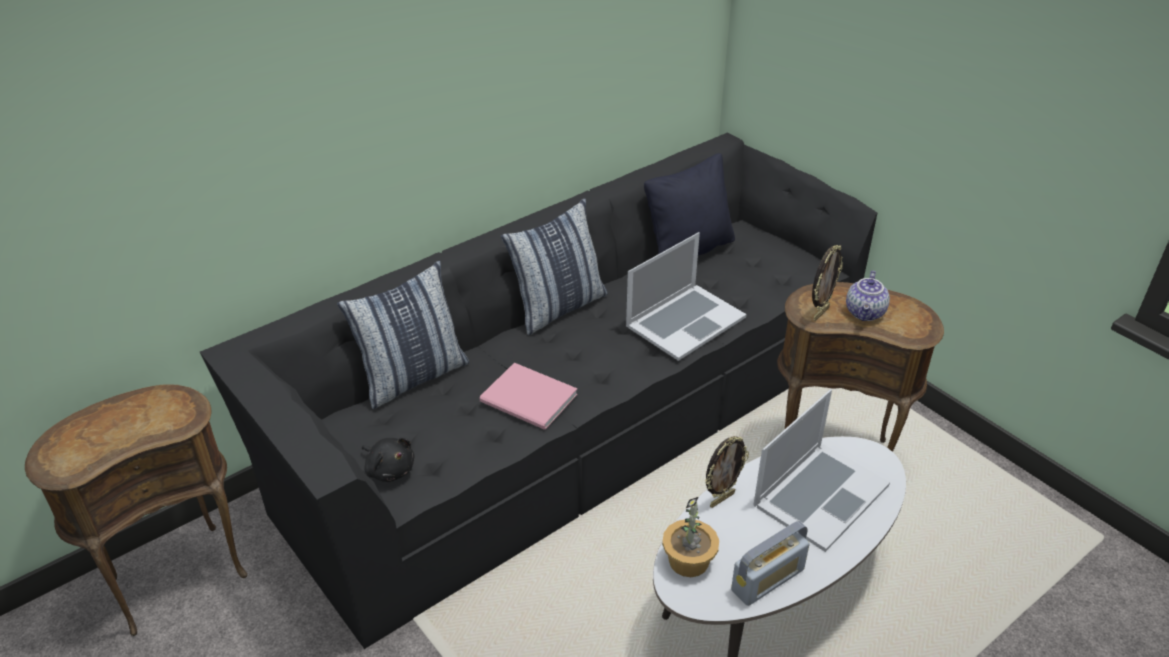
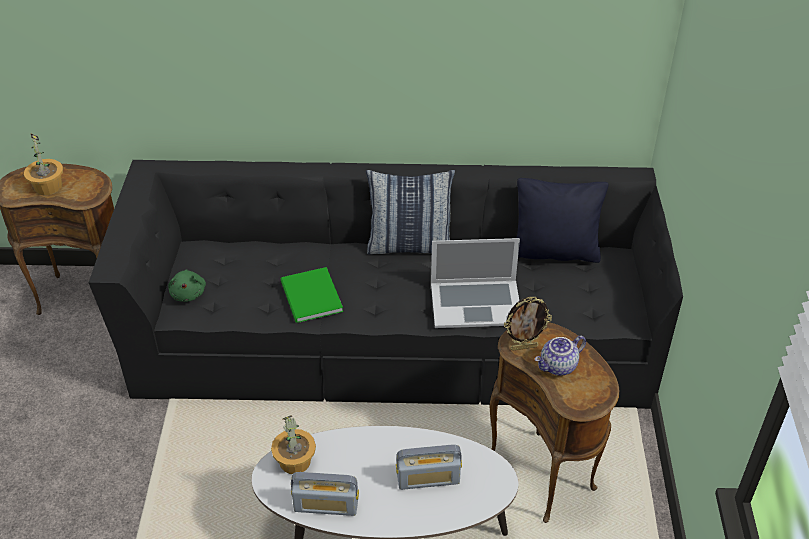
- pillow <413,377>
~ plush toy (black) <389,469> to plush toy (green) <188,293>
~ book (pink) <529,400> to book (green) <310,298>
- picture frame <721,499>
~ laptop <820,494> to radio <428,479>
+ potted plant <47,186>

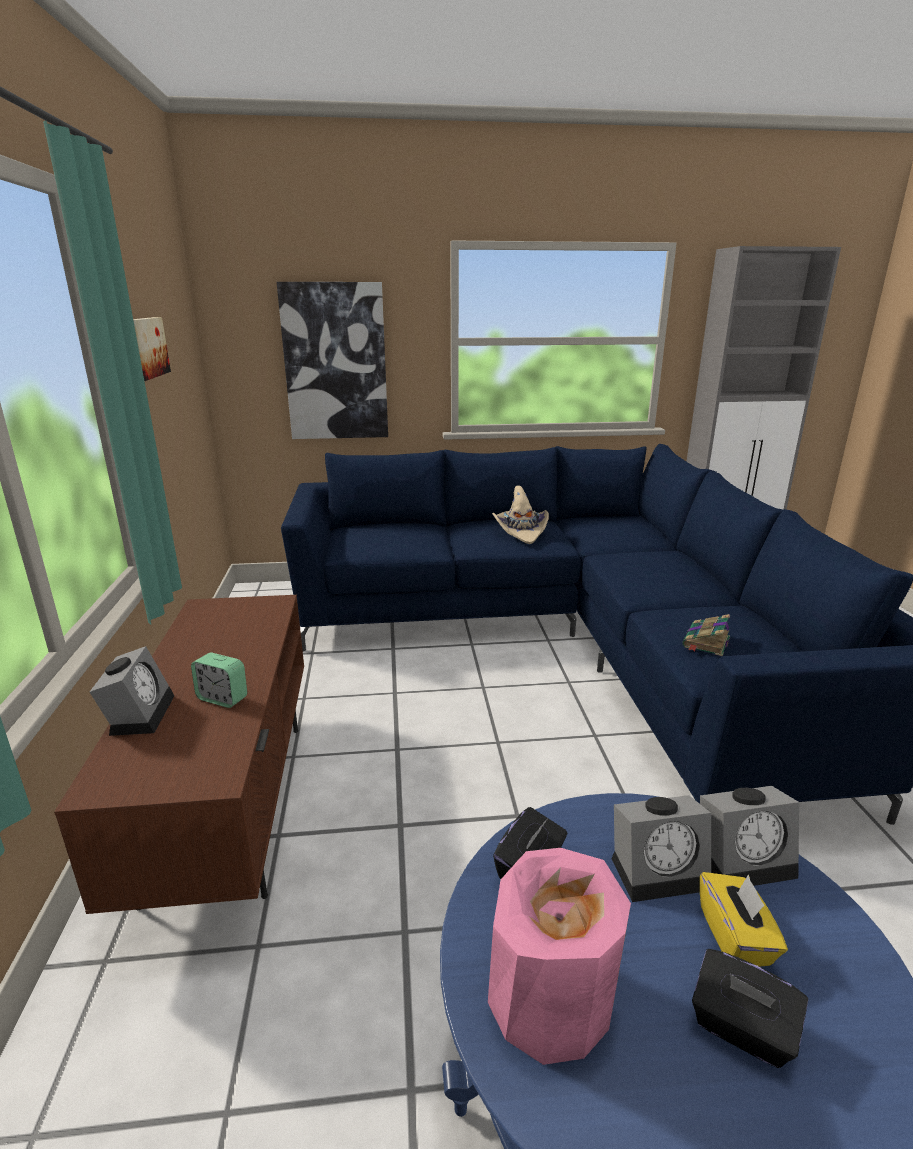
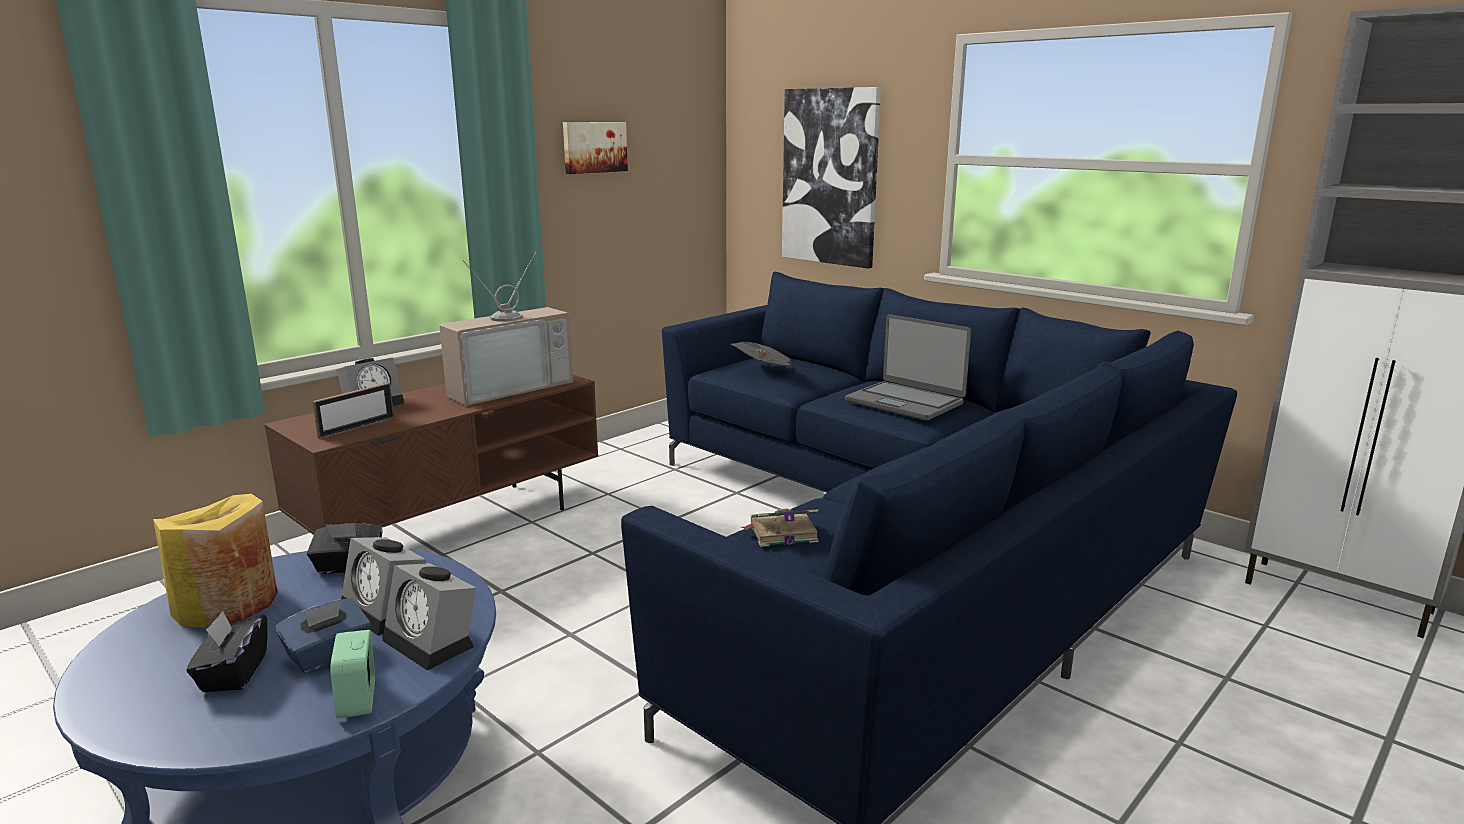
~ alarm clock <222,698> to <358,700>
~ vase (pink) <551,997> to vase (yellow) <226,604>
~ hat (beige) <521,531> to laptop <905,402>
~ tissue box (yellow) <735,937> to tissue box (blue) <328,655>
+ picture frame <357,427>
+ television <508,387>
+ newspaper <764,370>

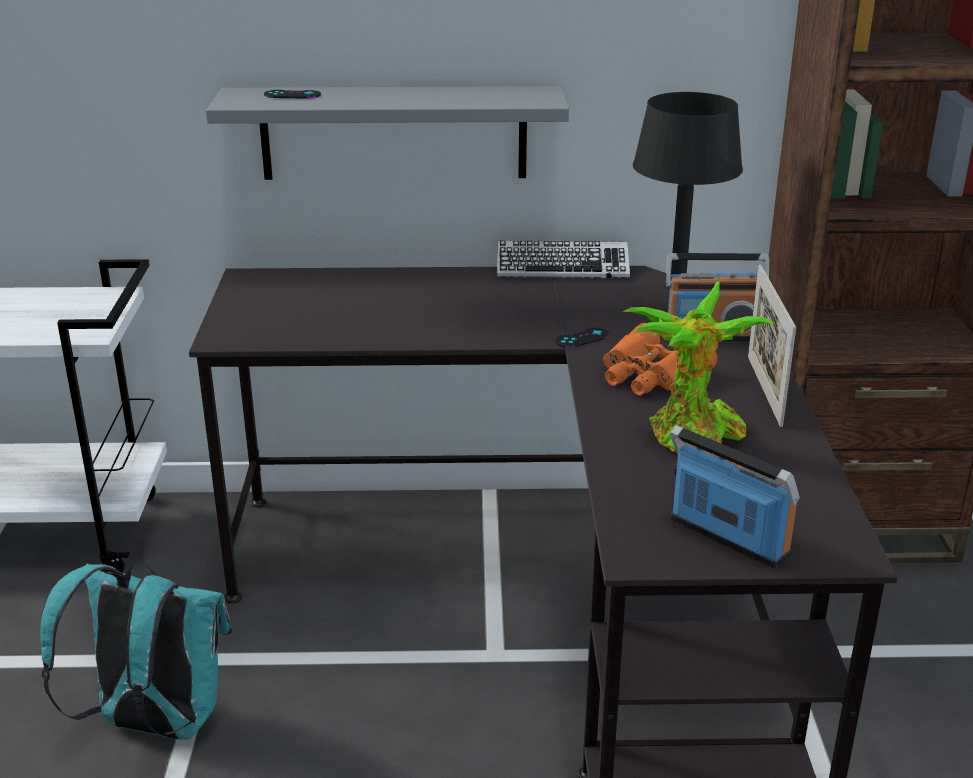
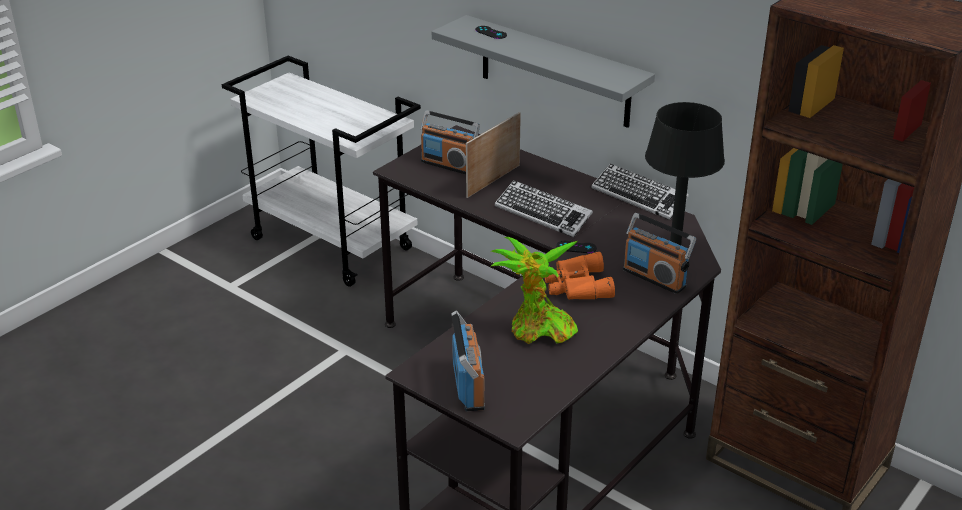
- backpack (turquoise) <154,724>
~ picture frame <764,390> to <493,181>
+ radio <449,165>
+ keyboard <543,214>

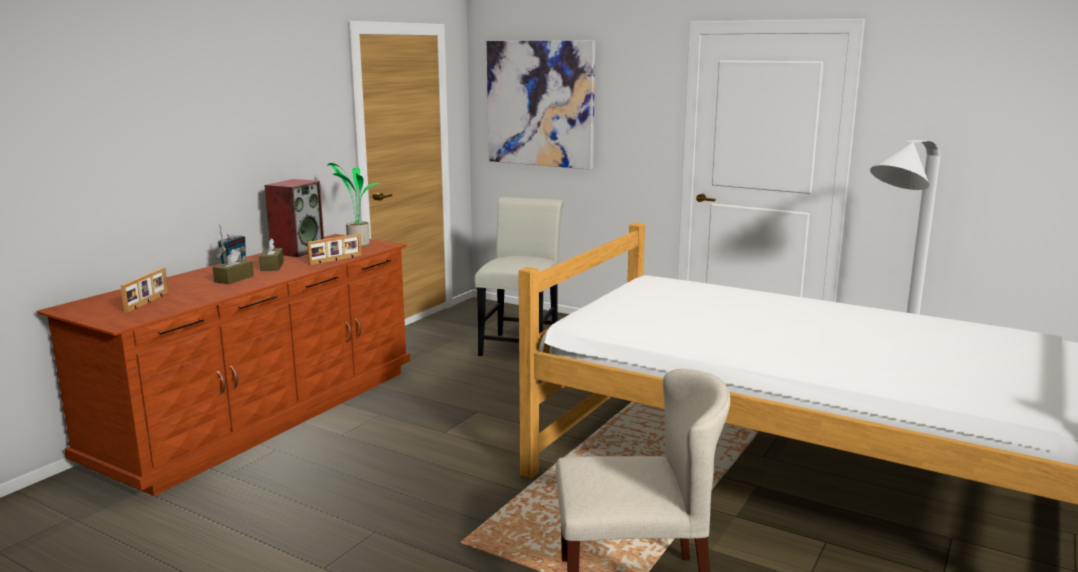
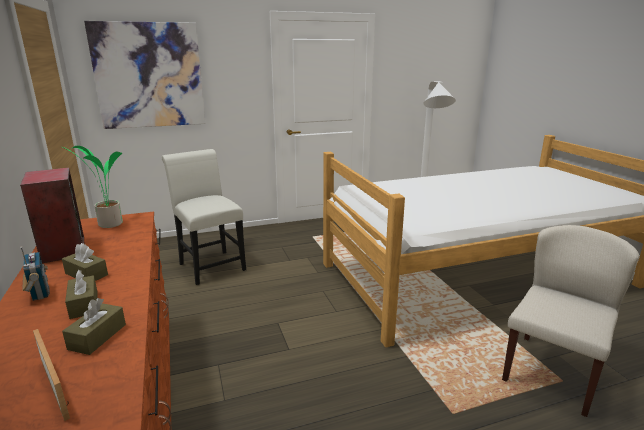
- picture frame <336,260>
+ tissue box (brown) <97,337>

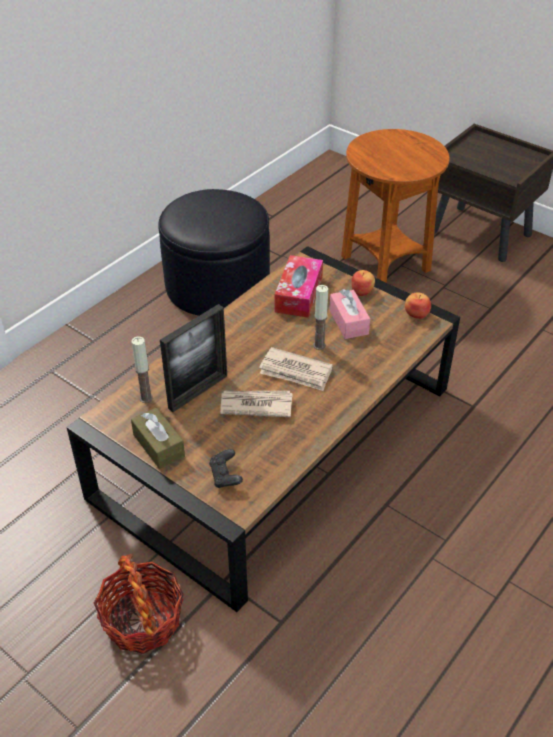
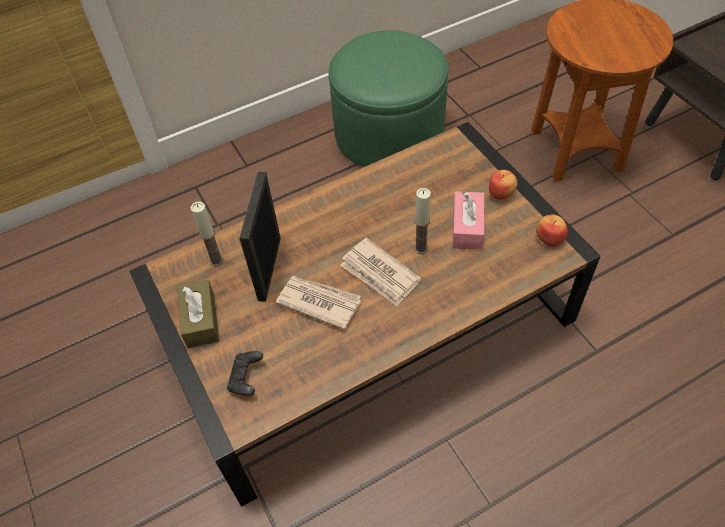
- basket <142,620>
~ ottoman (black) <217,285> to ottoman (green) <389,133>
~ picture frame <198,392> = <269,268> 120 degrees clockwise
- tissue box <298,294>

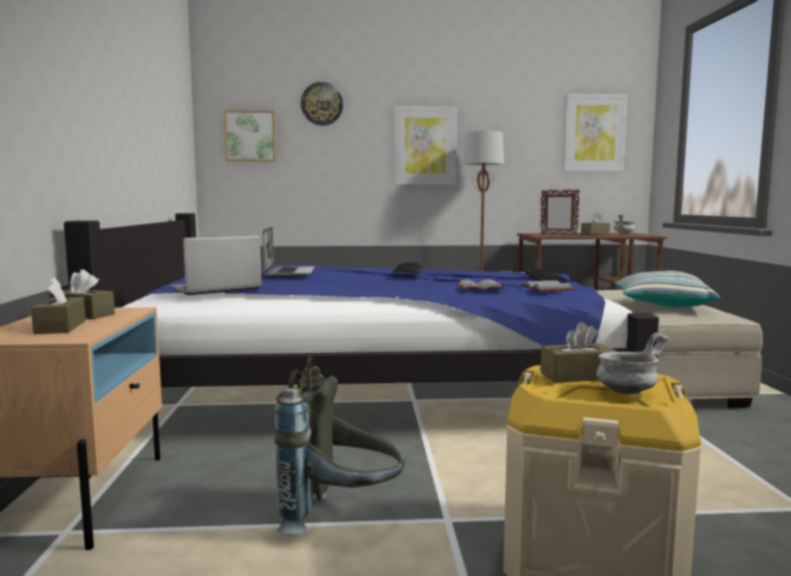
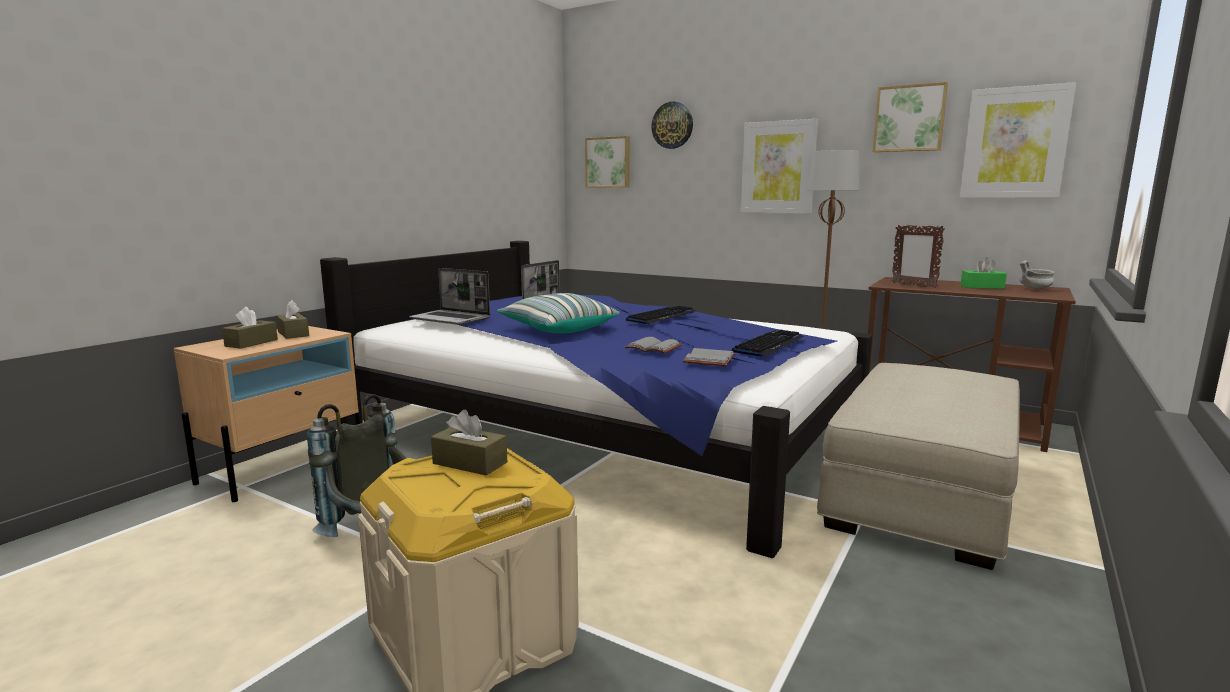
~ laptop <215,289> = <451,319> 150 degrees counterclockwise
~ tissue box (brown) <595,234> to tissue box (green) <982,287>
- bowl (grey) <627,392>
~ pillow <661,305> to <557,329>
+ picture <909,118>

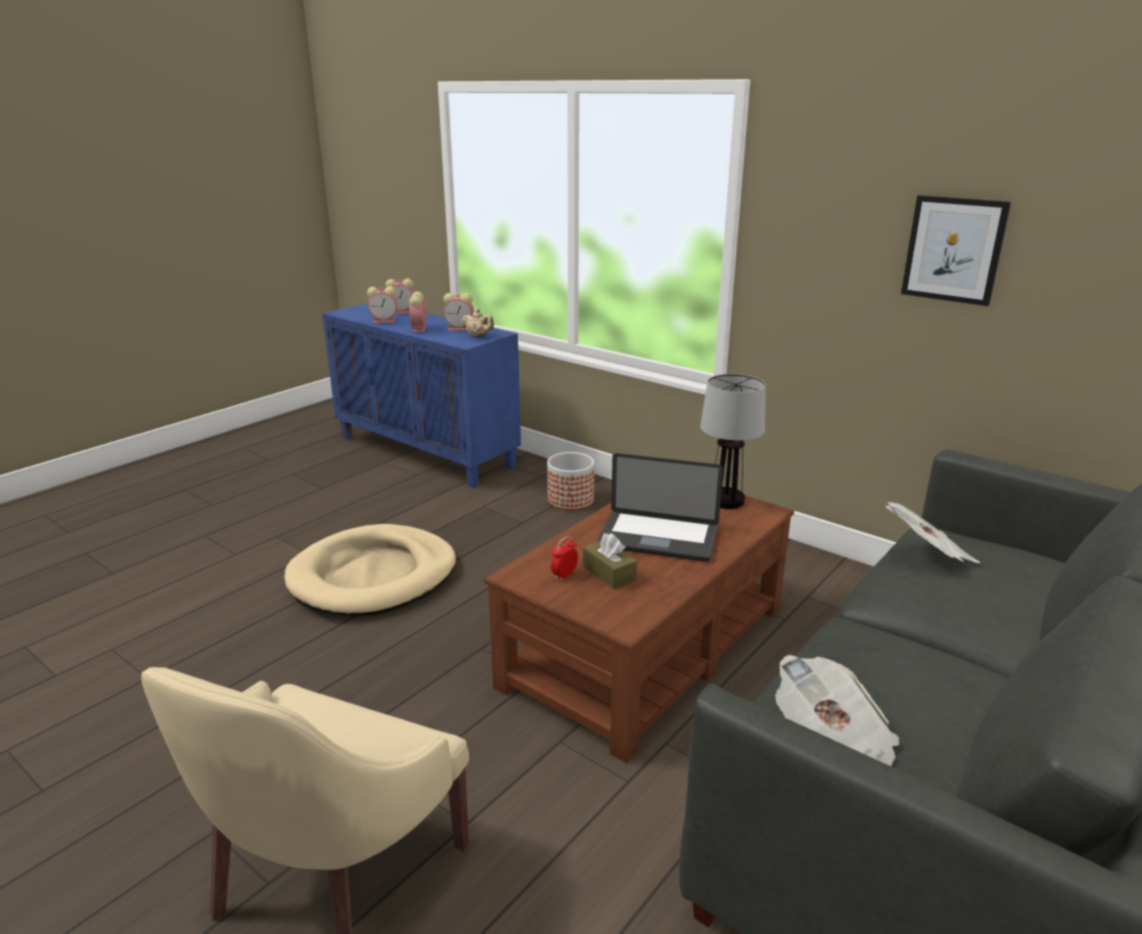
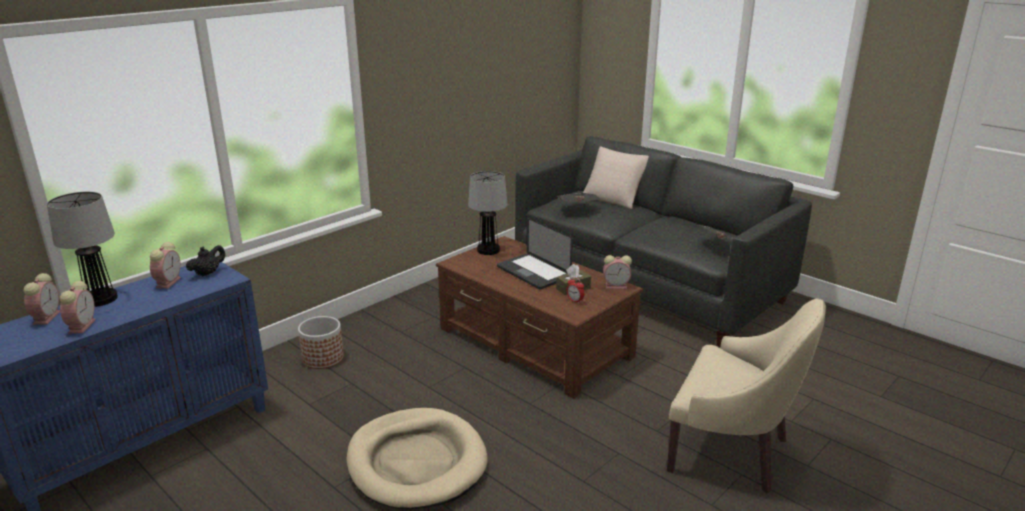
~ alarm clock <419,329> to <617,286>
~ teapot (beige) <478,336> to teapot (black) <208,273>
~ laptop <658,538> = <533,272> 120 degrees clockwise
- picture <953,250>
+ table lamp <99,299>
+ pillow (beige) <614,199>

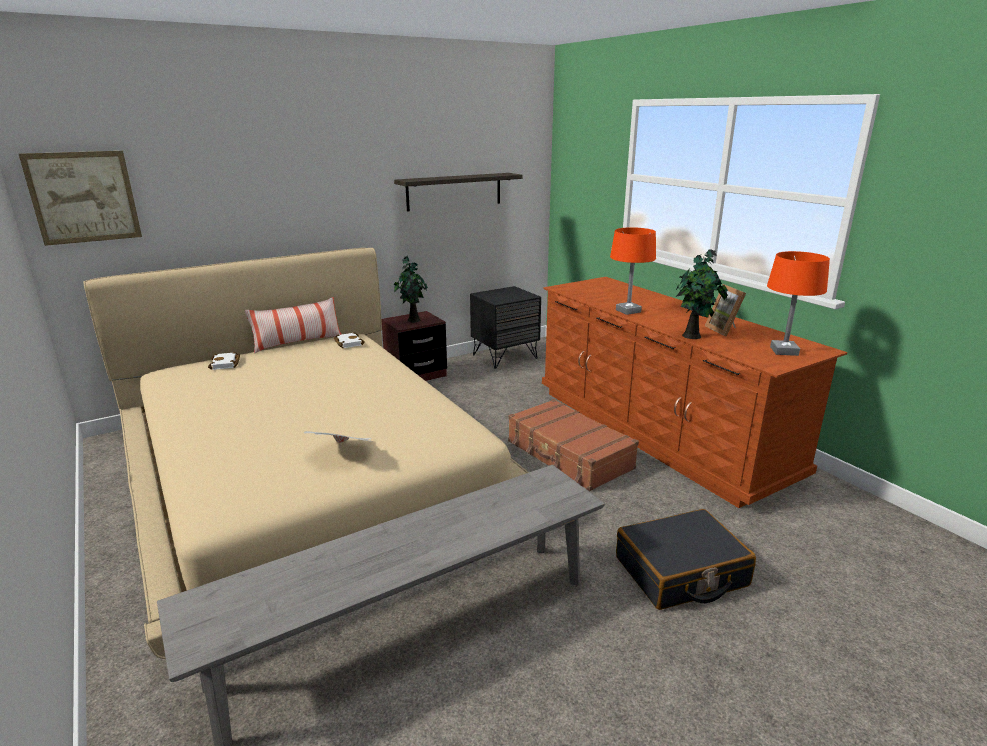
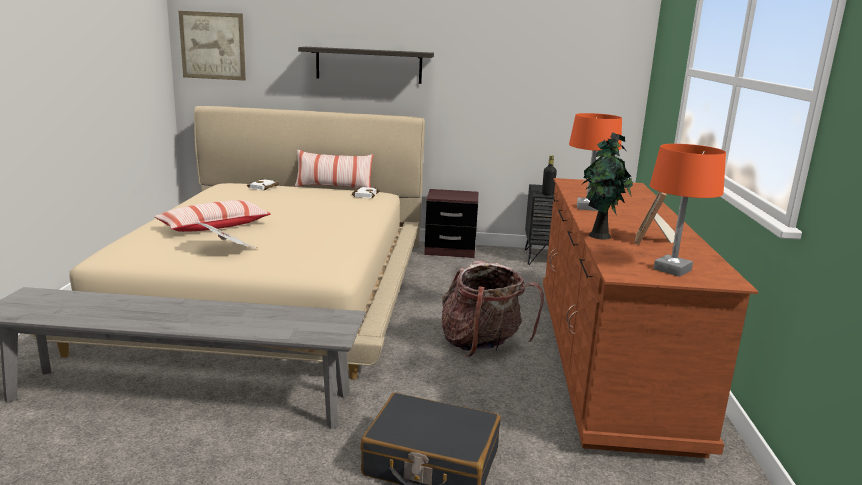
- potted plant <412,320>
~ shelf <454,191> to <369,65>
~ suitcase (brown) <568,455> to backpack <482,345>
+ pillow <214,226>
+ bottle (black) <547,194>

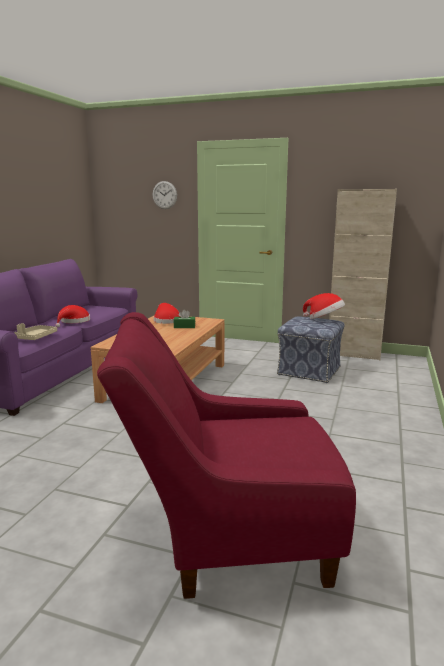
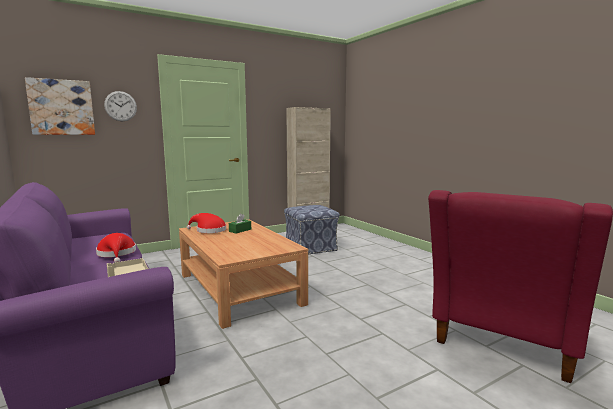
- hat <324,319>
+ picture <61,107>

